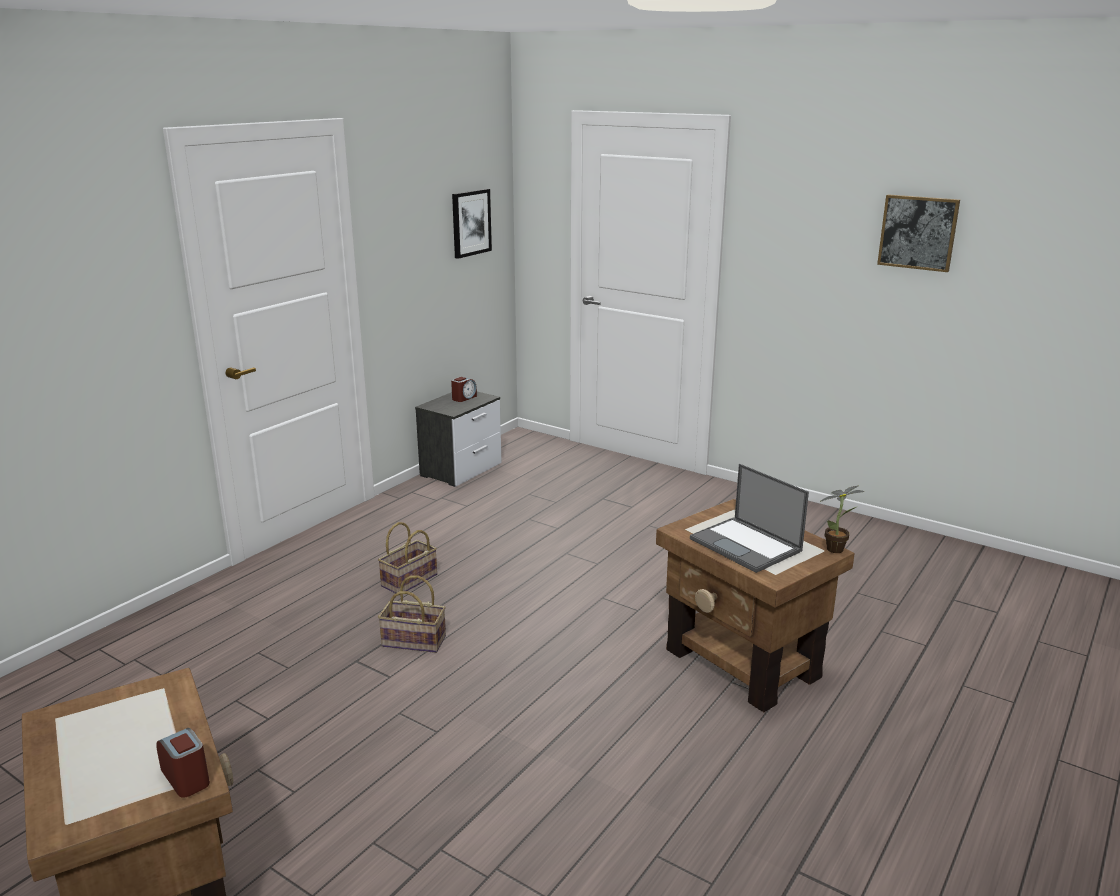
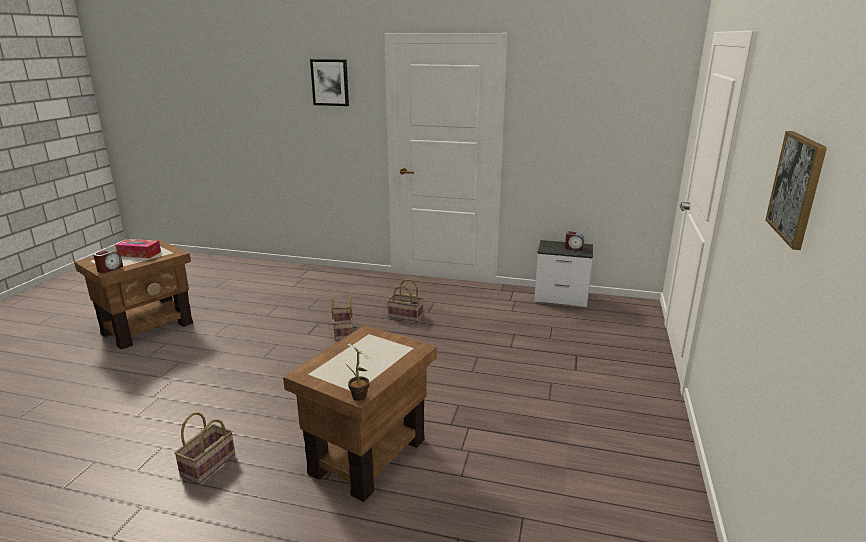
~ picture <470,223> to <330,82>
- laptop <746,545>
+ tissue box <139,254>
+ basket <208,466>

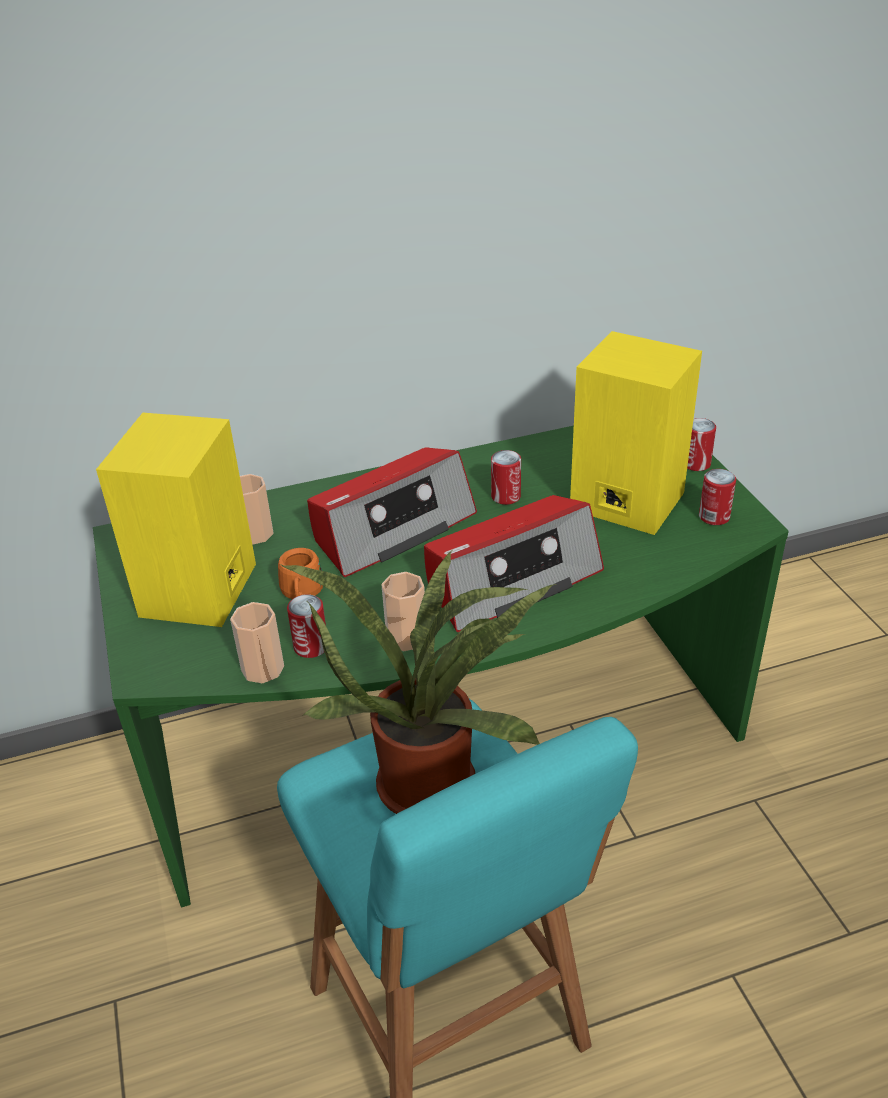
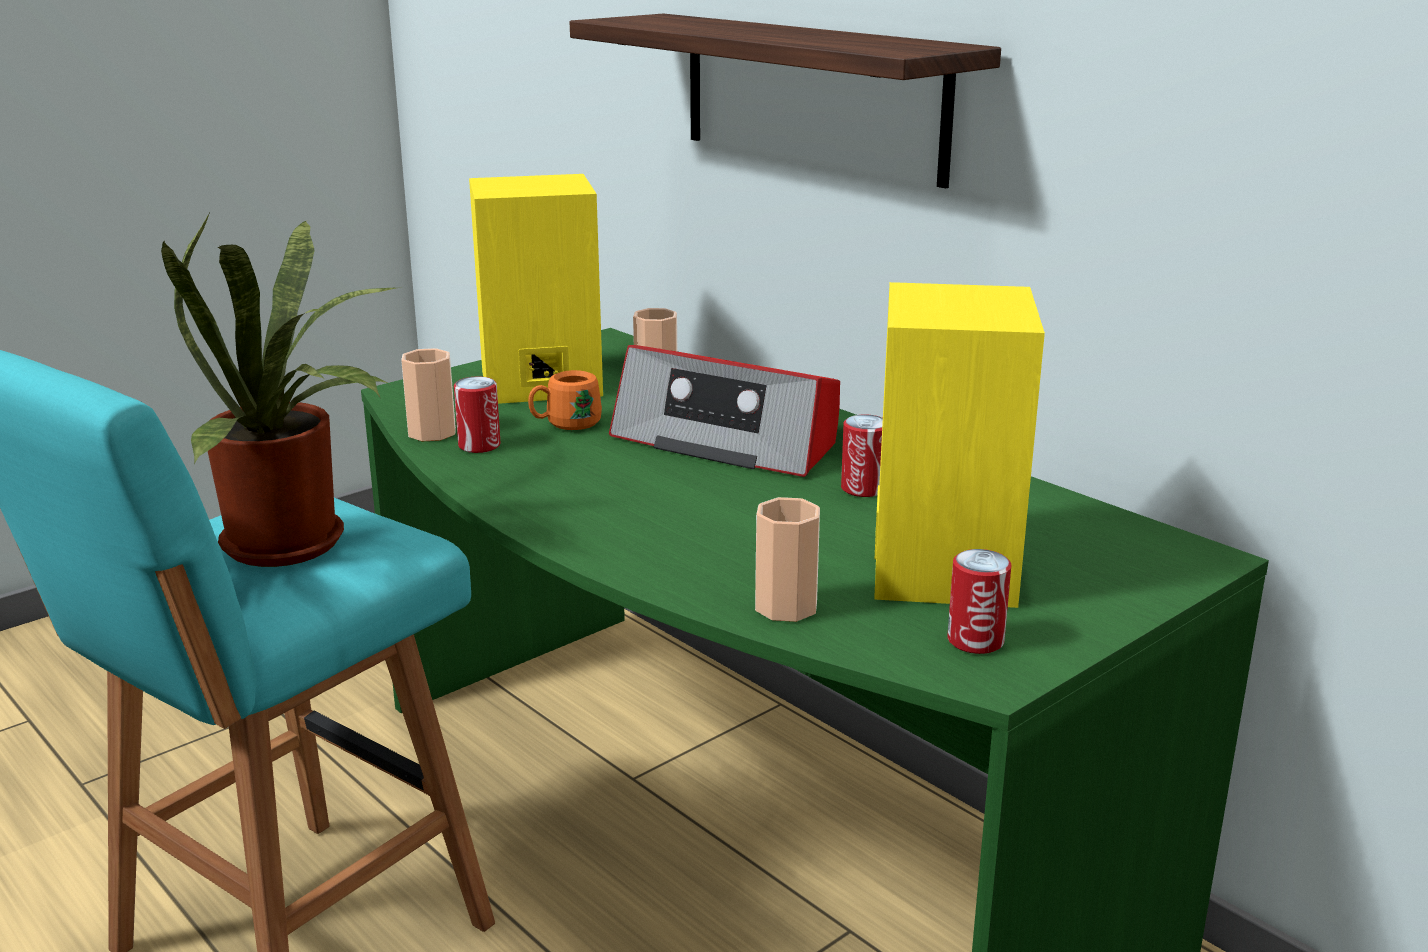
~ cup <406,637> to <786,607>
- radio <511,580>
- can <696,464>
+ shelf <811,96>

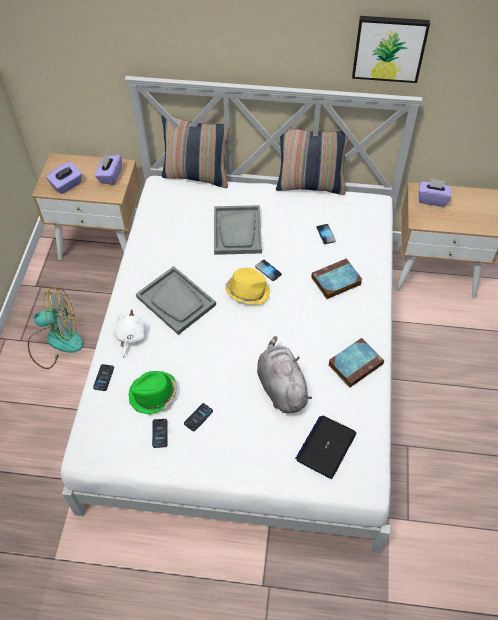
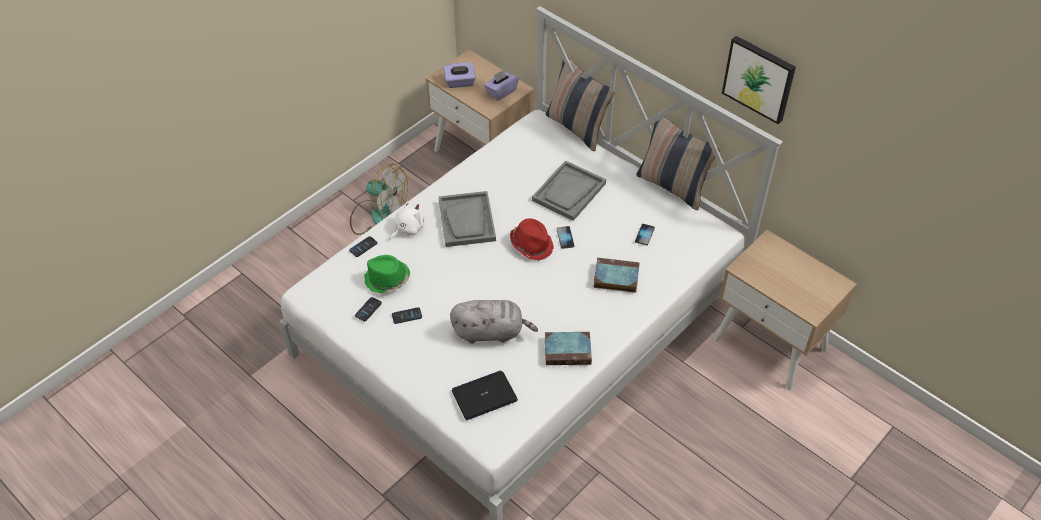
~ hat (yellow) <247,291> to hat (red) <532,244>
~ plush toy (grey) <281,387> = <491,332> 75 degrees clockwise
- tissue box (purple) <432,199>

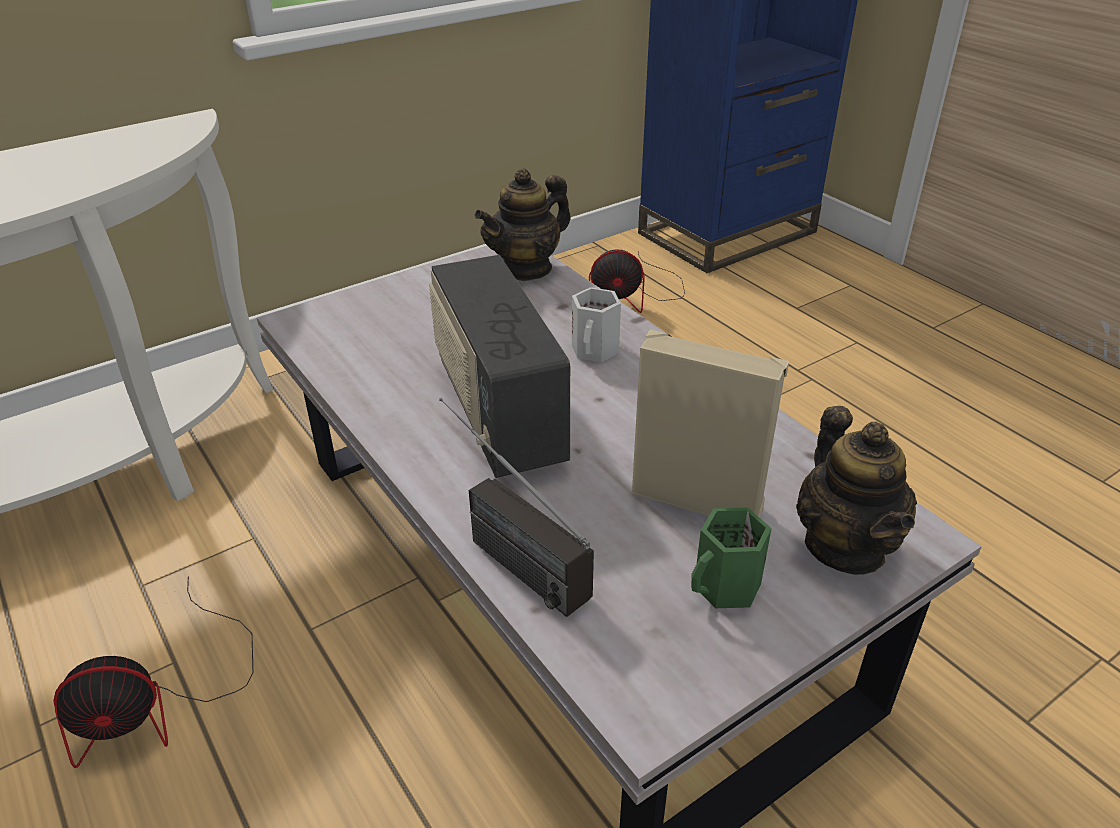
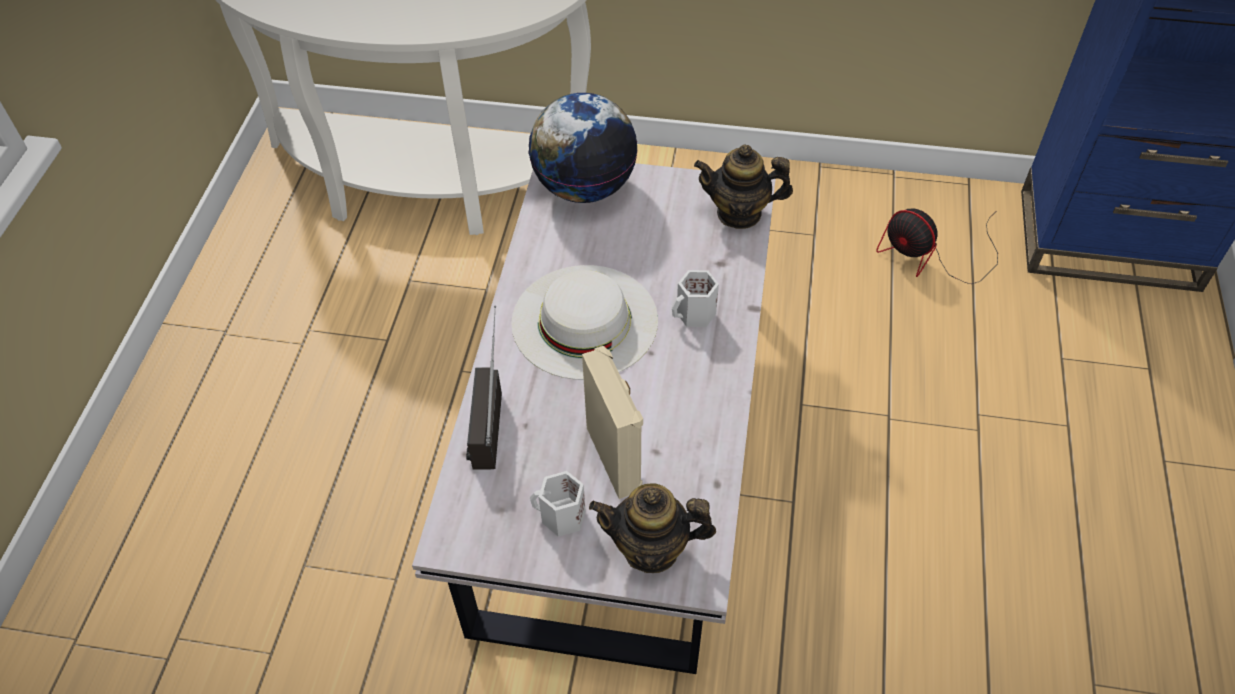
- fan <161,700>
~ radio <497,412> to hat (white) <584,321>
~ mug (green) <726,587> to mug (white) <561,517>
~ teapot <845,546> = <651,548> 60 degrees clockwise
+ globe <584,187>

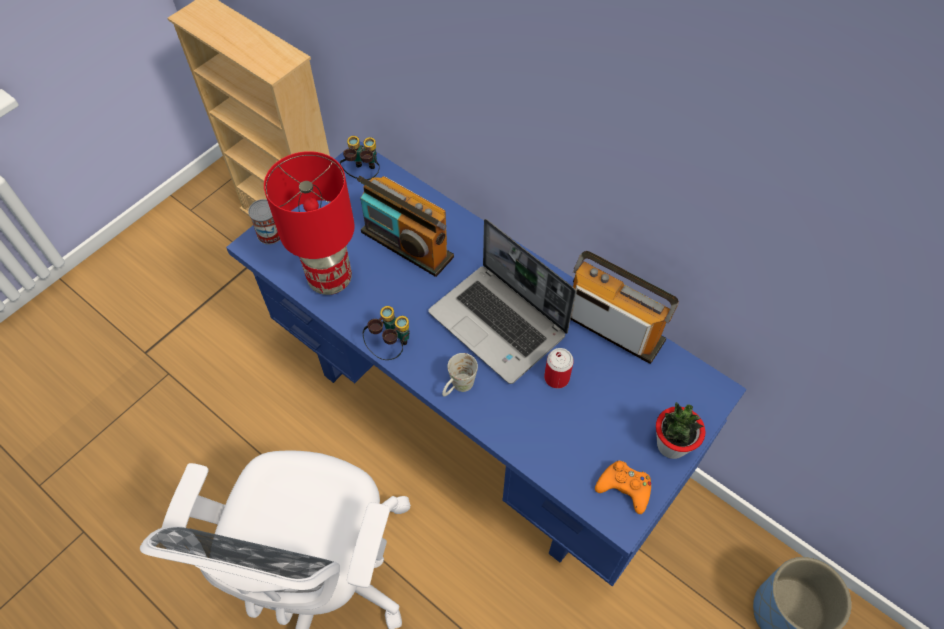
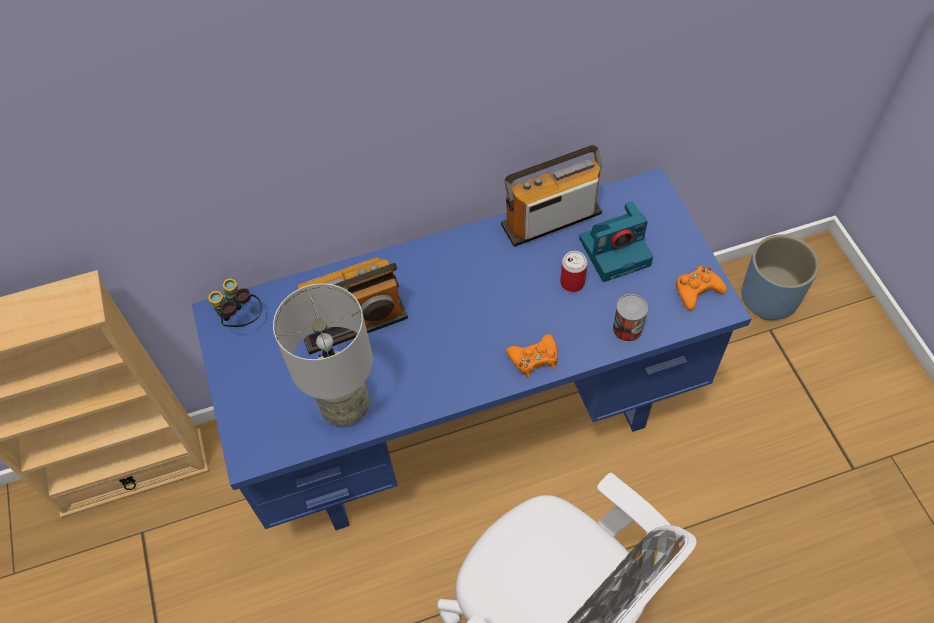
~ can <270,233> to <627,329>
~ table lamp (red) <331,280> to table lamp (grey) <346,405>
- binoculars <390,347>
- laptop <499,324>
~ mug (white) <458,387> to game controller (orange) <534,358>
- potted plant <671,445>
+ photo camera <615,251>

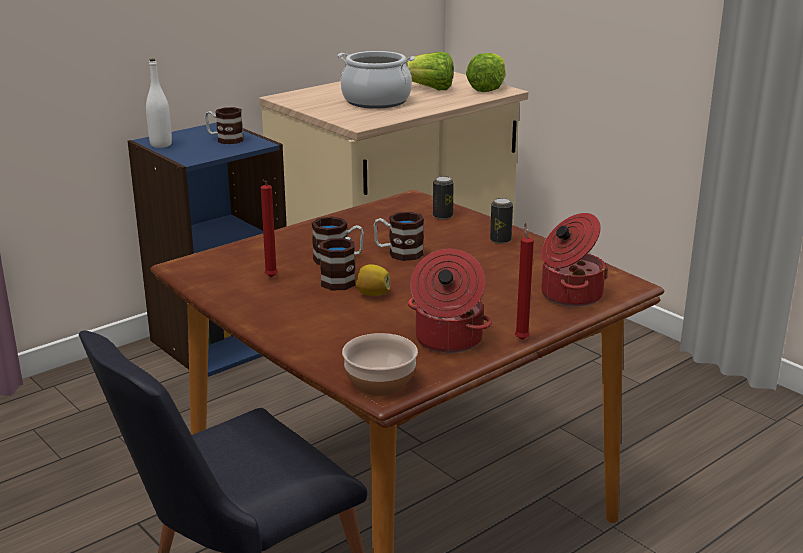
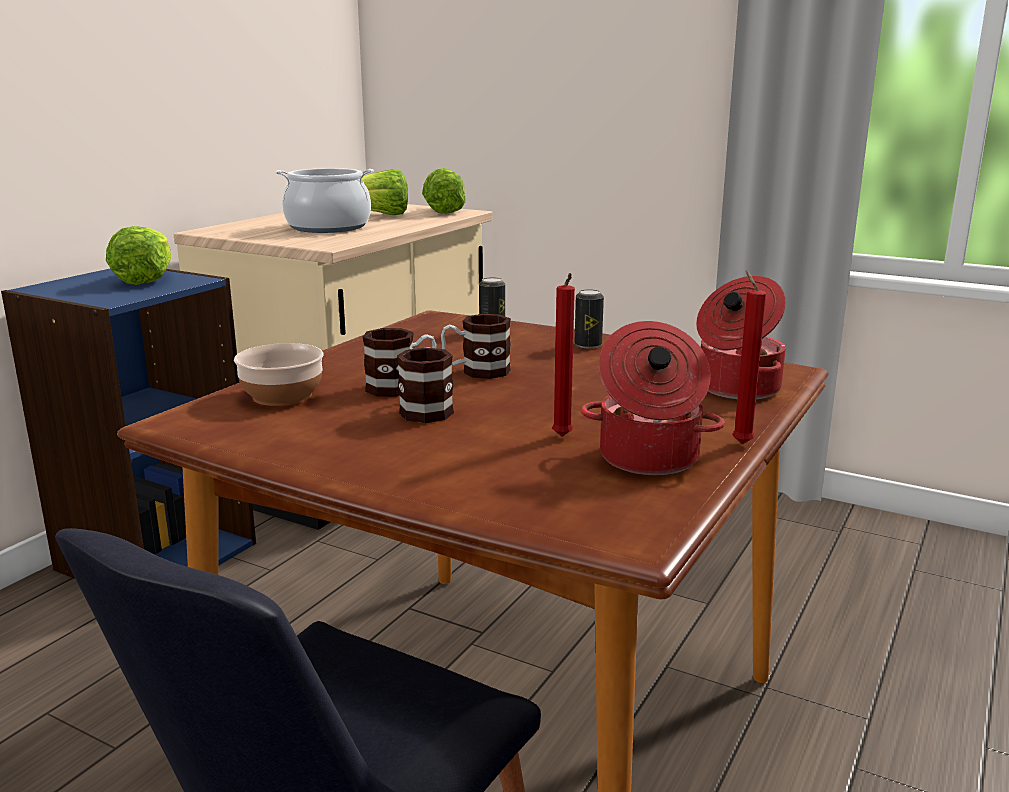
- bottle (white) <161,145>
~ mug <225,139> to lettuce <146,279>
~ candle (red) <270,278> to <562,438>
~ bowl <380,382> to <282,395>
- lemon <373,294>

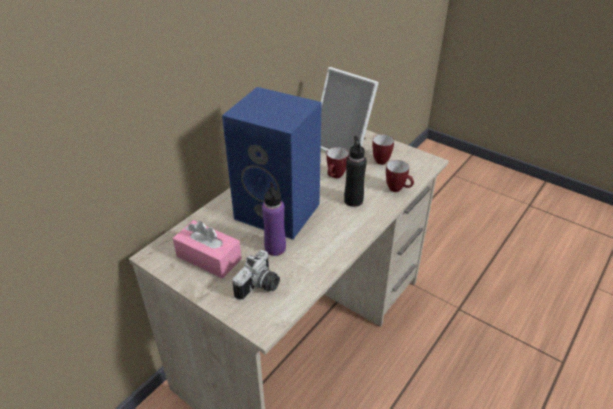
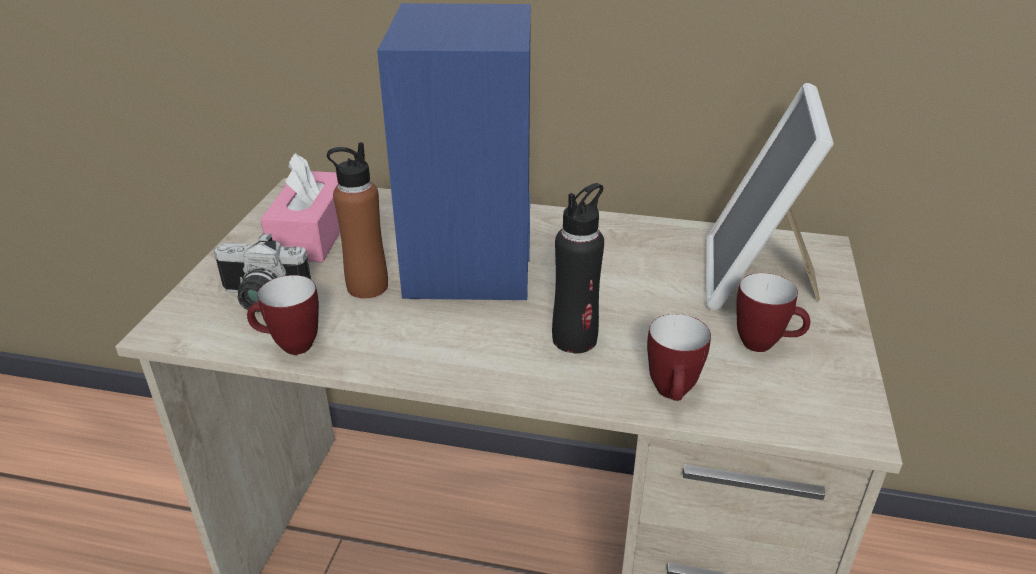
~ bottle (purple) <275,248> to bottle (brown) <367,286>
~ mug <335,177> to <289,346>

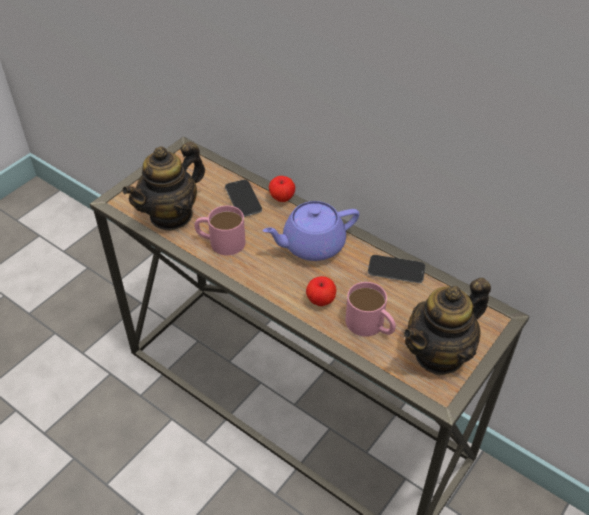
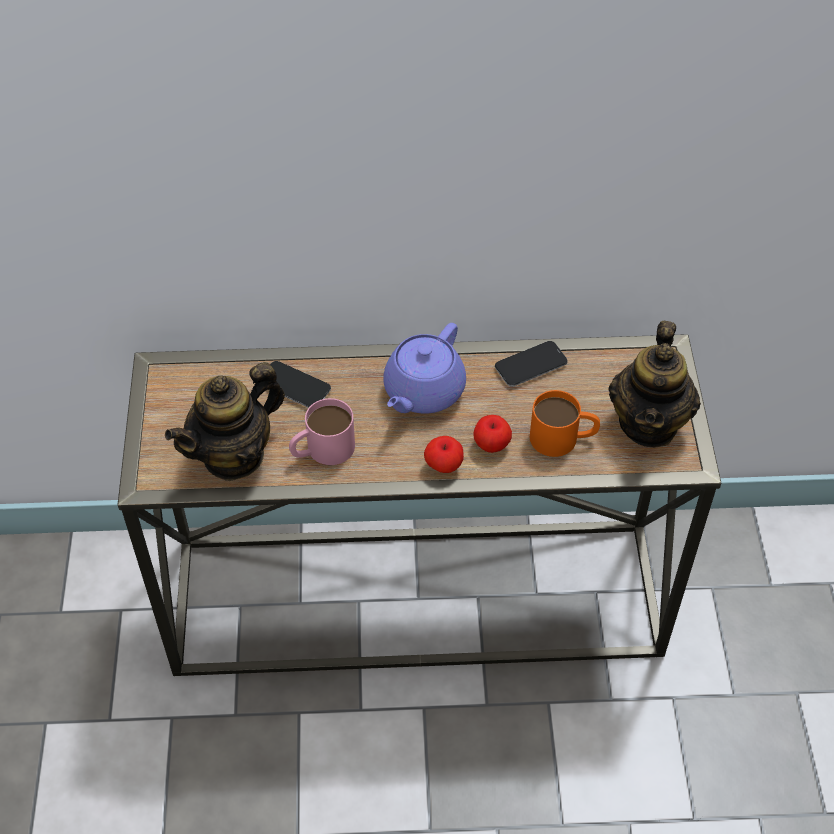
~ teapot <171,215> = <234,455> 45 degrees clockwise
~ apple <282,198> to <443,465>
~ mug (pink) <370,325> to mug (orange) <563,438>

